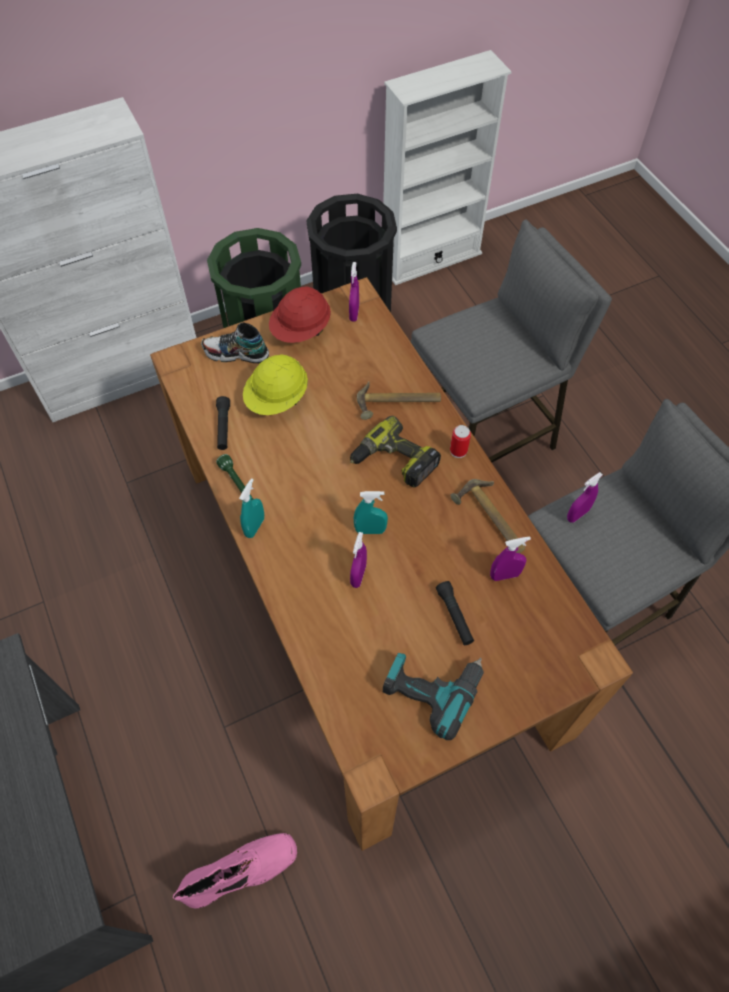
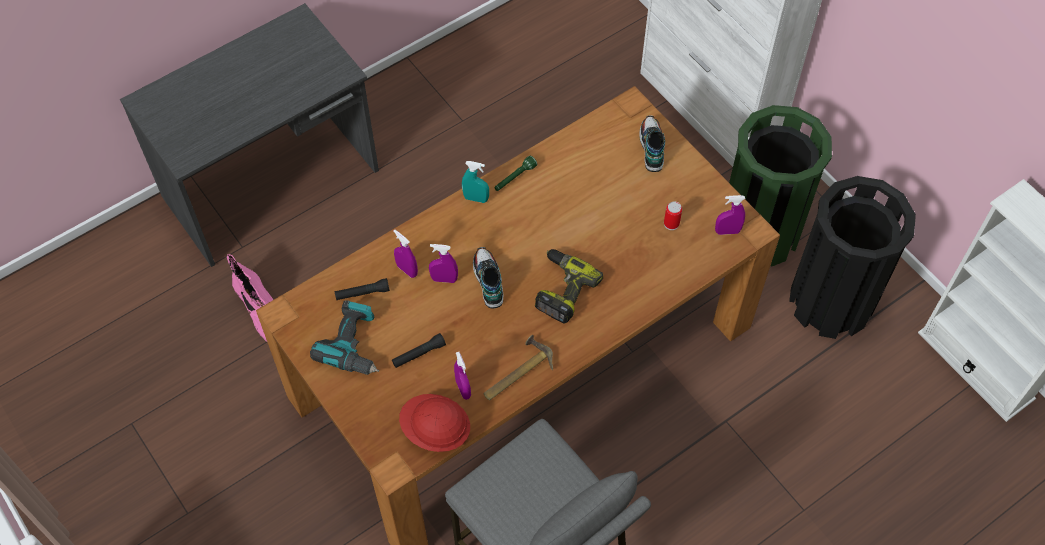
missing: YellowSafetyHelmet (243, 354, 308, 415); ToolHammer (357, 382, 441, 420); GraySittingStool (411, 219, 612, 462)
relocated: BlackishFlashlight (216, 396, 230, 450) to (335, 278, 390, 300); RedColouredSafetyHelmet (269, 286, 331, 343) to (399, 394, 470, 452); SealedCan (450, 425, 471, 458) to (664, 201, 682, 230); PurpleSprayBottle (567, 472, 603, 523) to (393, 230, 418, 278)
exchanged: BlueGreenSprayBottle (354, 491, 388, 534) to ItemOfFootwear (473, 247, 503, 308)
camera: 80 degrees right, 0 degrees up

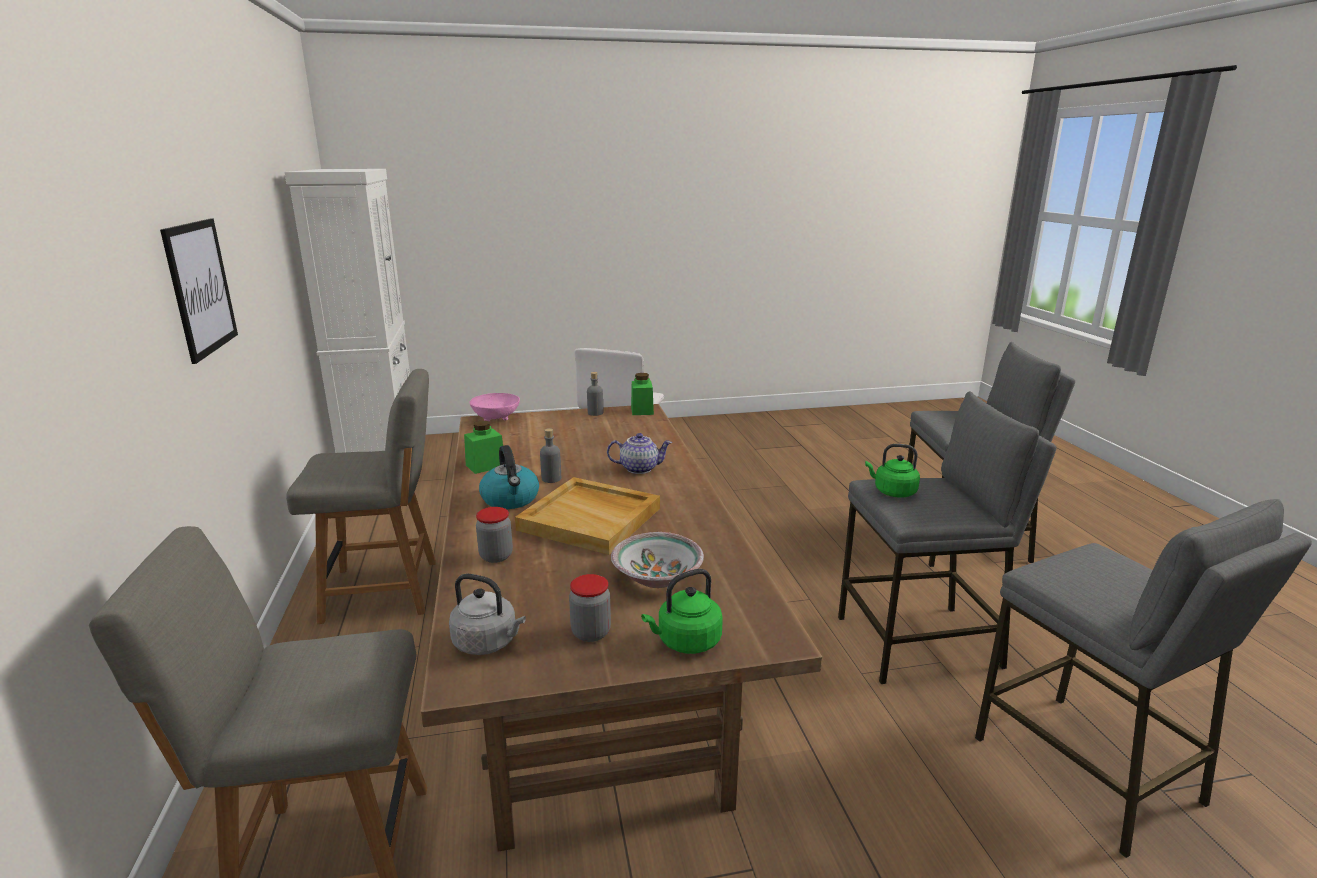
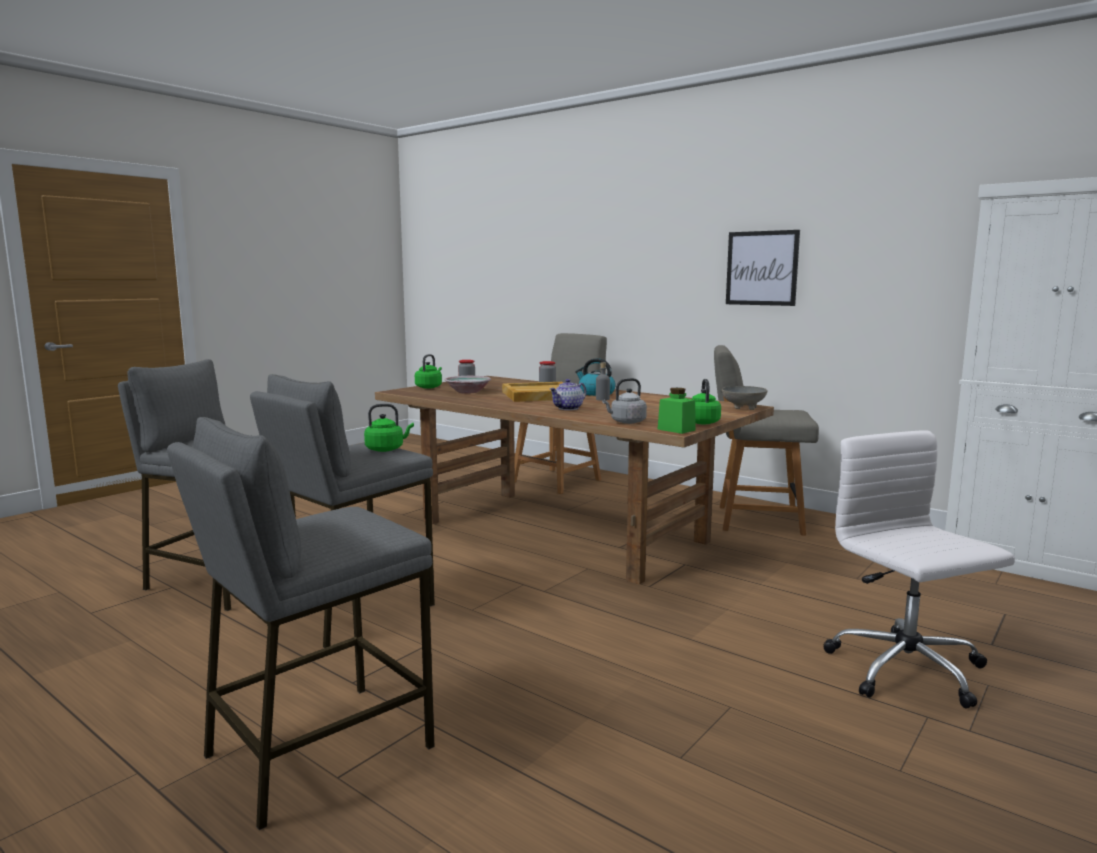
missing: GreenColouredJar (464, 420, 503, 474)
relocated: GrayWaterKettle (449, 574, 526, 655) to (602, 378, 647, 424)
exchanged: GrayDrinkBottle (587, 372, 603, 416) to GreenColouredWaterKettle (692, 379, 721, 424)
colour: PinkBowl (469, 393, 520, 422) to GrayBowl (722, 386, 768, 410)
spun: GrayPlainChair (286, 369, 436, 624) = (714, 345, 819, 536) 60 degrees clockwise
camera: 140 degrees right, 10 degrees down

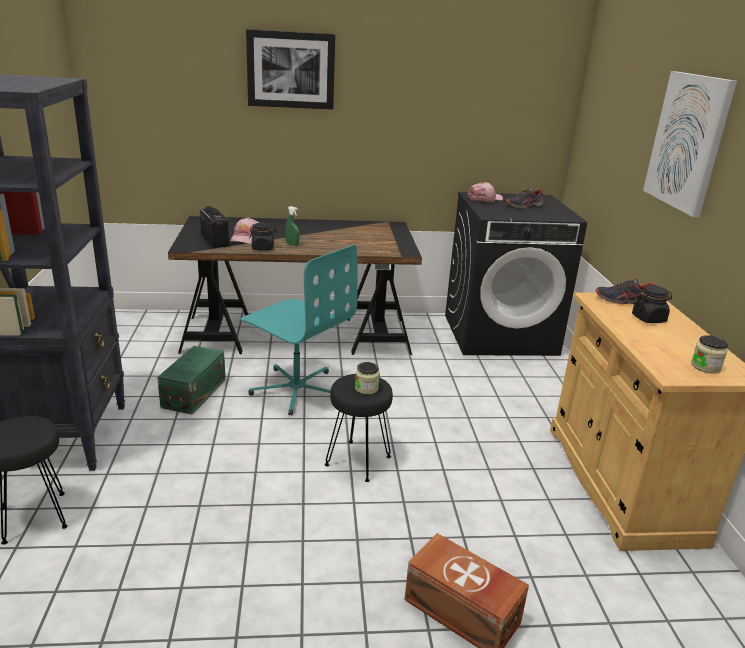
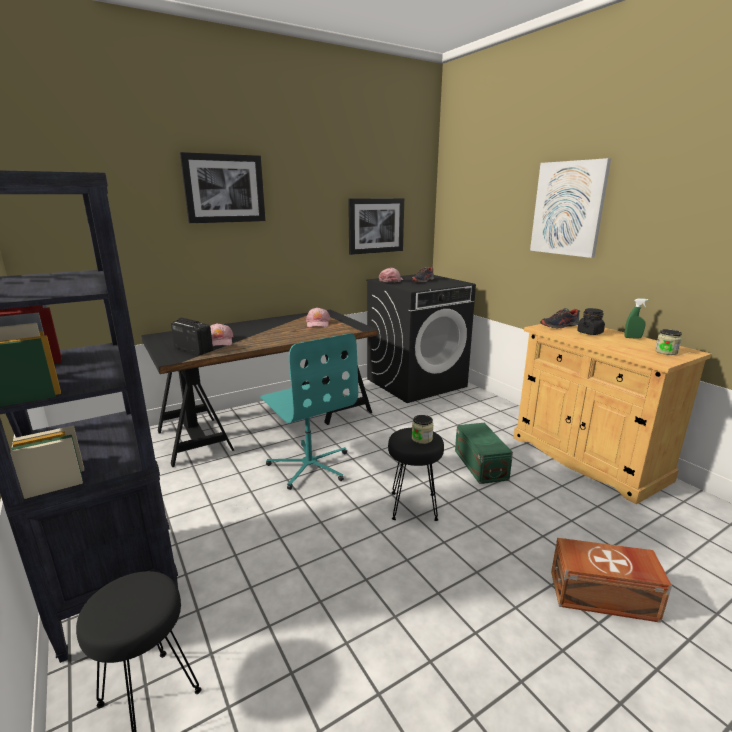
missing: BlackishJar (249, 223, 277, 251)
appeared: PinkPeakedCap (306, 307, 330, 327); WallPicture (348, 198, 404, 255)
relocated: GreenColouredStorageBox (157, 346, 226, 415) to (455, 423, 513, 484); GreenColouredSprayBottle (285, 206, 299, 246) to (624, 299, 648, 339)
spun: BlueGreenComputerChair (240, 245, 358, 416) = (260, 333, 358, 490) 45 degrees clockwise
camera: 25 degrees left, 5 degrees down

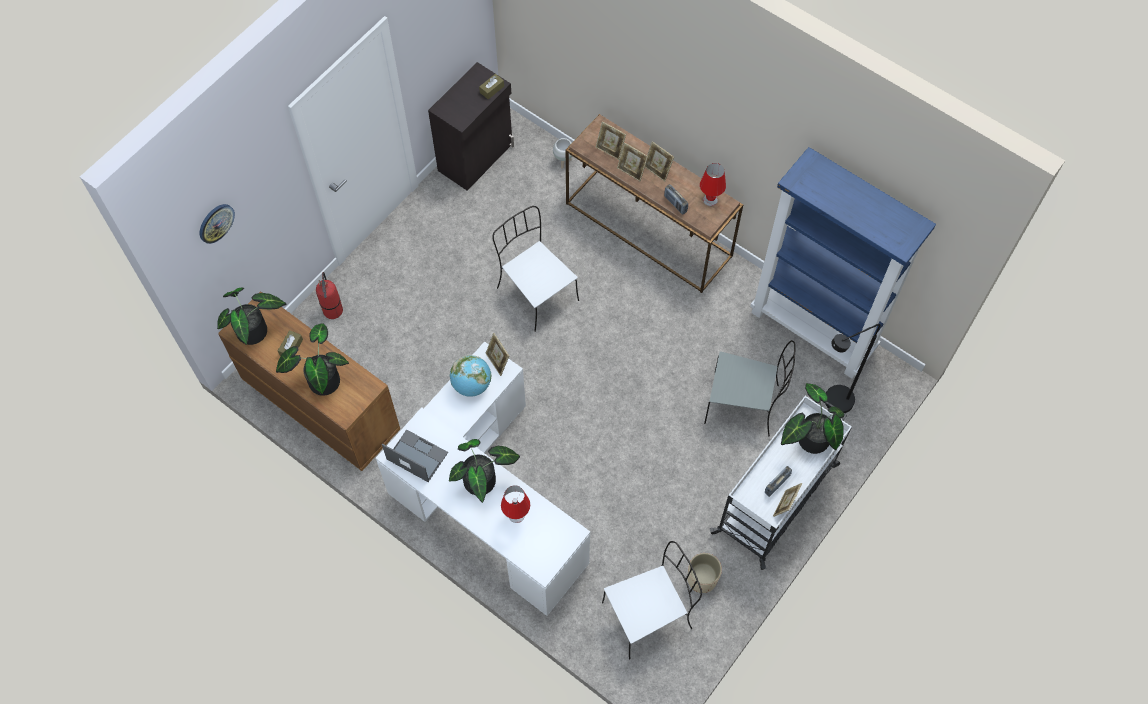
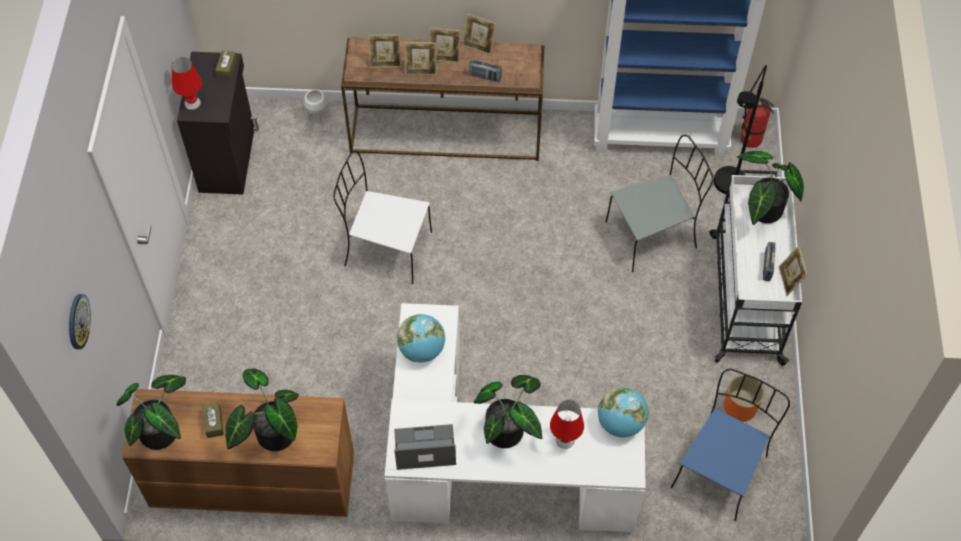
appeared: WorldGlobe (598, 387, 649, 437)
relocated: FireExtinguisher (316, 272, 343, 319) to (741, 97, 775, 148); PhotoFrame (486, 333, 509, 376) to (462, 14, 496, 55); RedColouredTabletopLamp (700, 163, 726, 206) to (172, 57, 202, 110)
colour: WhiteColouredPlainChair (602, 541, 702, 659) to BluePlainChair (671, 369, 790, 521); SandColouredPlanter (687, 553, 722, 593) to OrangeyPlanter (724, 374, 765, 422)
camera: 35 degrees left, 5 degrees down

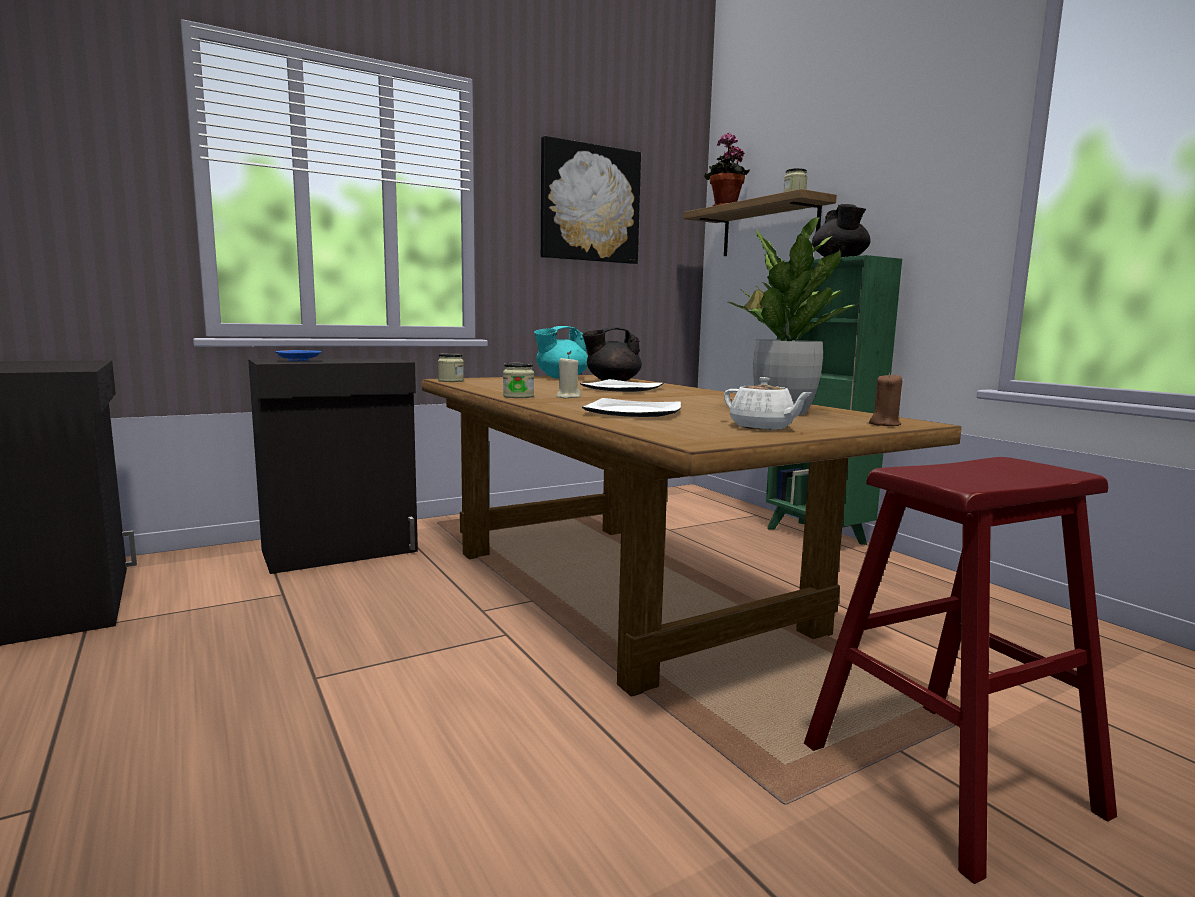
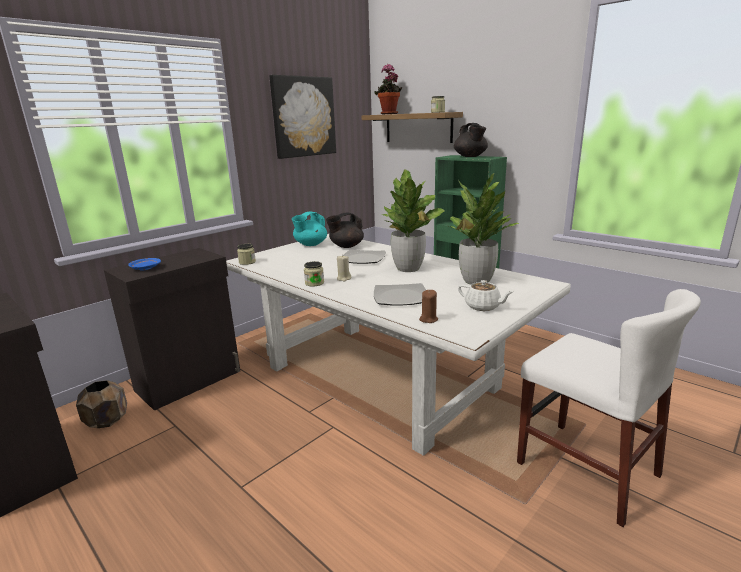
appeared: BrownishPlanter (76, 380, 127, 428); Houseplant (382, 169, 445, 272)
relocated: BrownishCandle (869, 372, 902, 426) to (419, 290, 438, 323)
exchanged: RedColouredSittingStool (804, 457, 1117, 884) to WhiteColouredPlainChair (517, 289, 701, 527)
colour: BrownishKitchenTable (422, 375, 962, 697) to WhiteColouredKitchenTable (226, 234, 571, 456)
camera: 15 degrees left, 10 degrees up

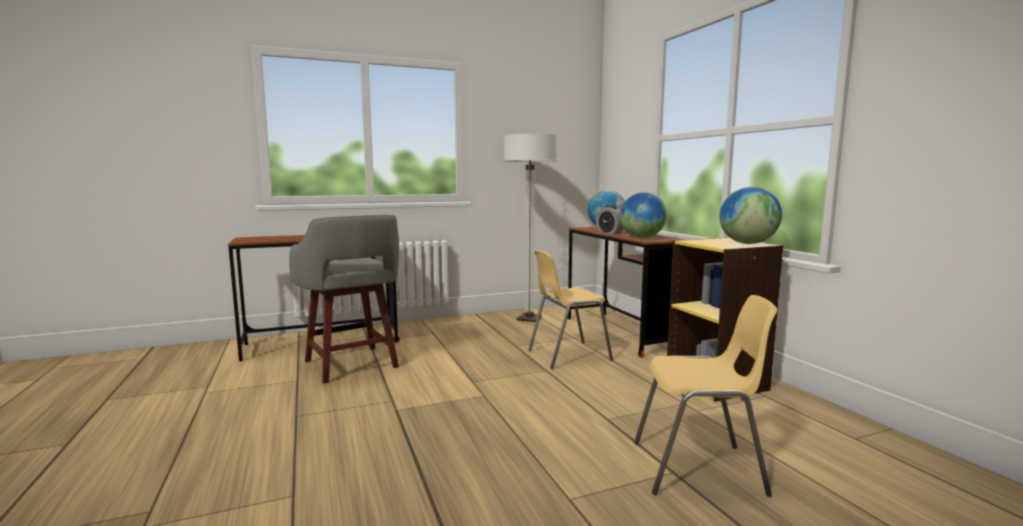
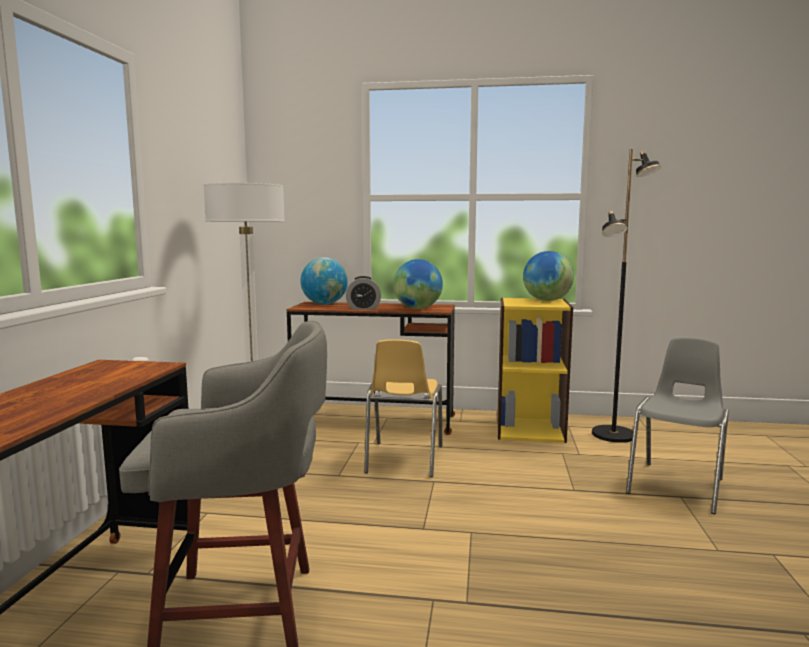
appeared: BlackishFloorLamp (592, 149, 661, 443)
colour: YellowPlainChair (634, 295, 777, 497) to GrayPlainChair (626, 338, 729, 514)
camera: 60 degrees left, 0 degrees up

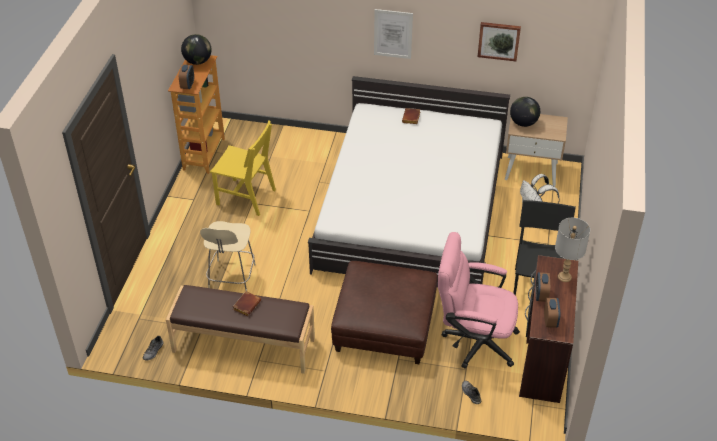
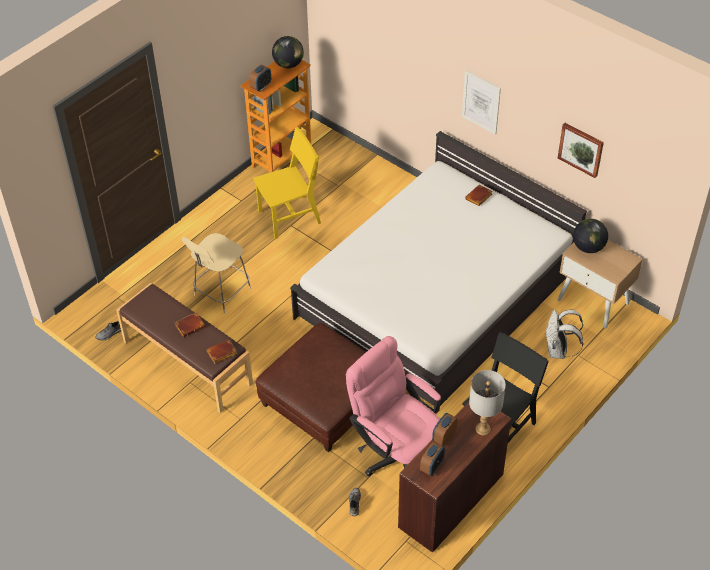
appeared: BrownishVolume (206, 339, 237, 364)
spun: YellowPlainChair (210, 120, 276, 216) = (253, 127, 321, 239) 75 degrees counterclockwise
camera: 30 degrees right, 5 degrees up

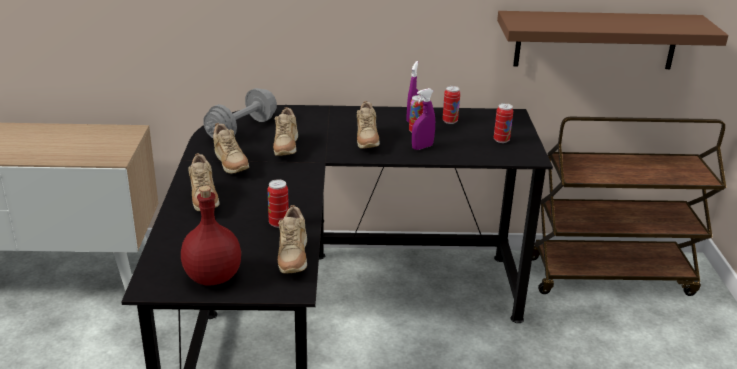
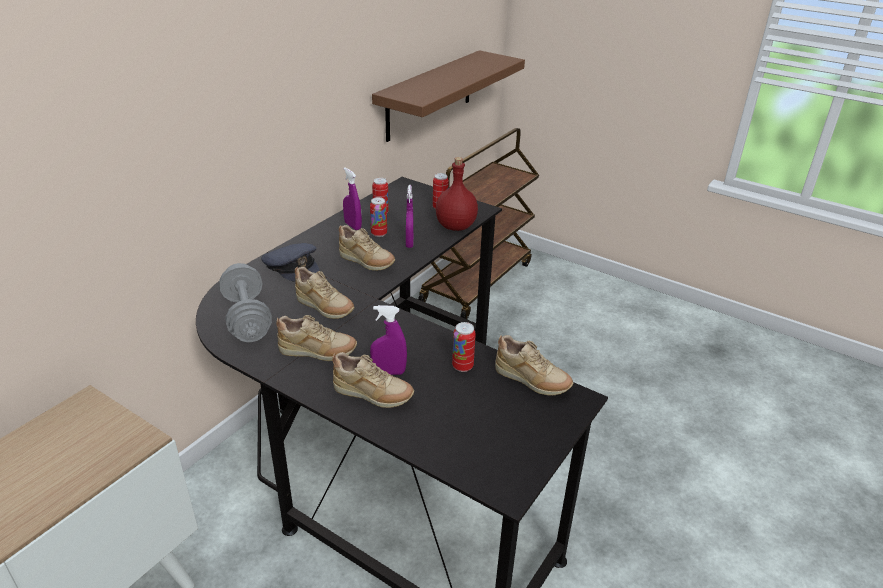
appeared: GrayPeakedCap (261, 243, 319, 281); PurpleSprayBottle (370, 305, 407, 375)
relocated: RedColouredDrinkBottle (181, 186, 241, 285) to (436, 157, 478, 231)
camera: 55 degrees left, 5 degrees up

